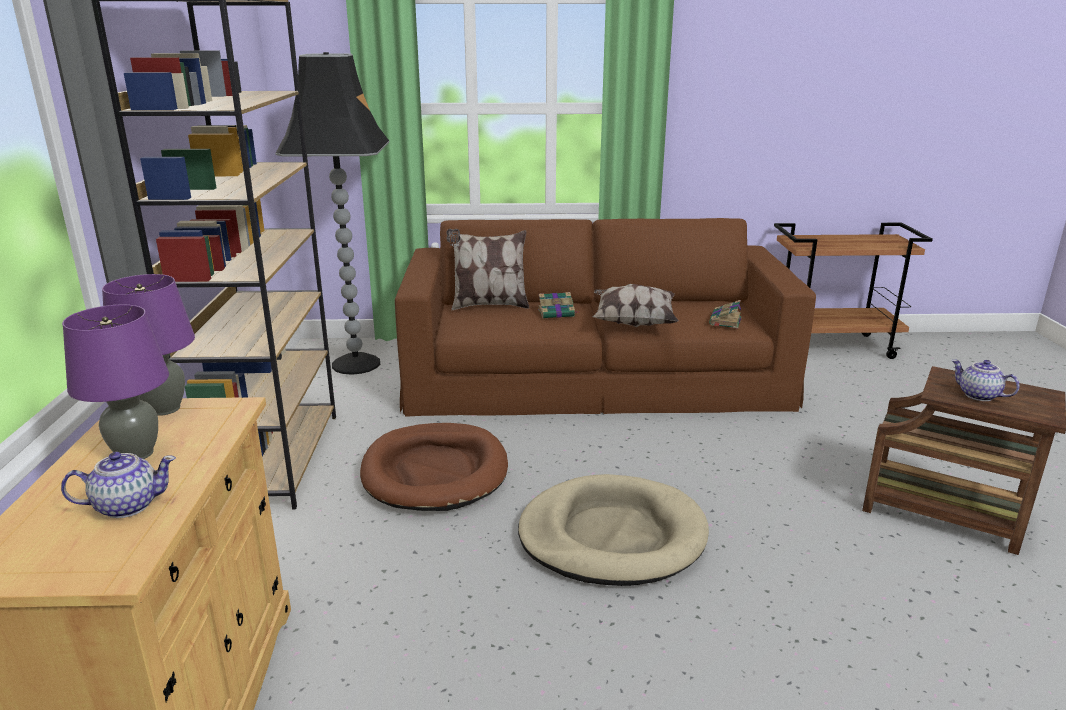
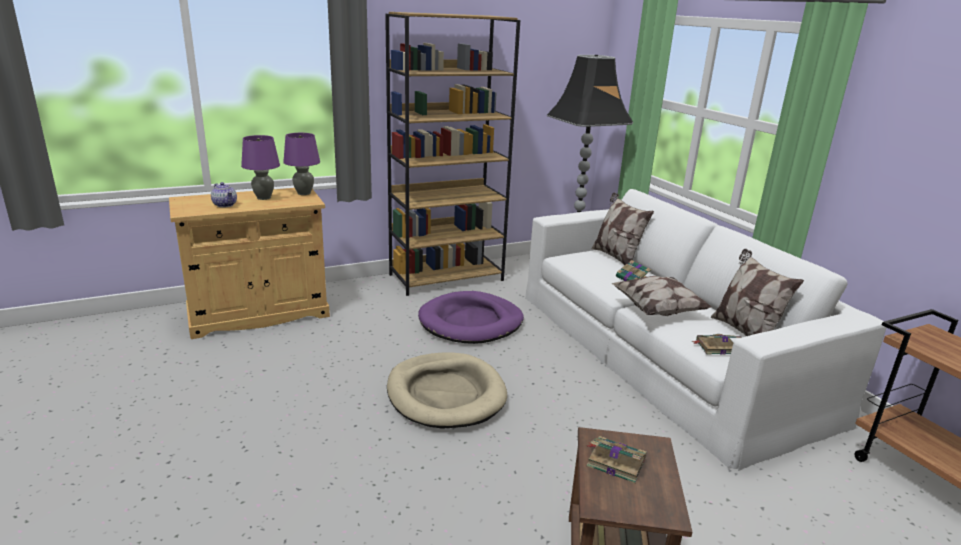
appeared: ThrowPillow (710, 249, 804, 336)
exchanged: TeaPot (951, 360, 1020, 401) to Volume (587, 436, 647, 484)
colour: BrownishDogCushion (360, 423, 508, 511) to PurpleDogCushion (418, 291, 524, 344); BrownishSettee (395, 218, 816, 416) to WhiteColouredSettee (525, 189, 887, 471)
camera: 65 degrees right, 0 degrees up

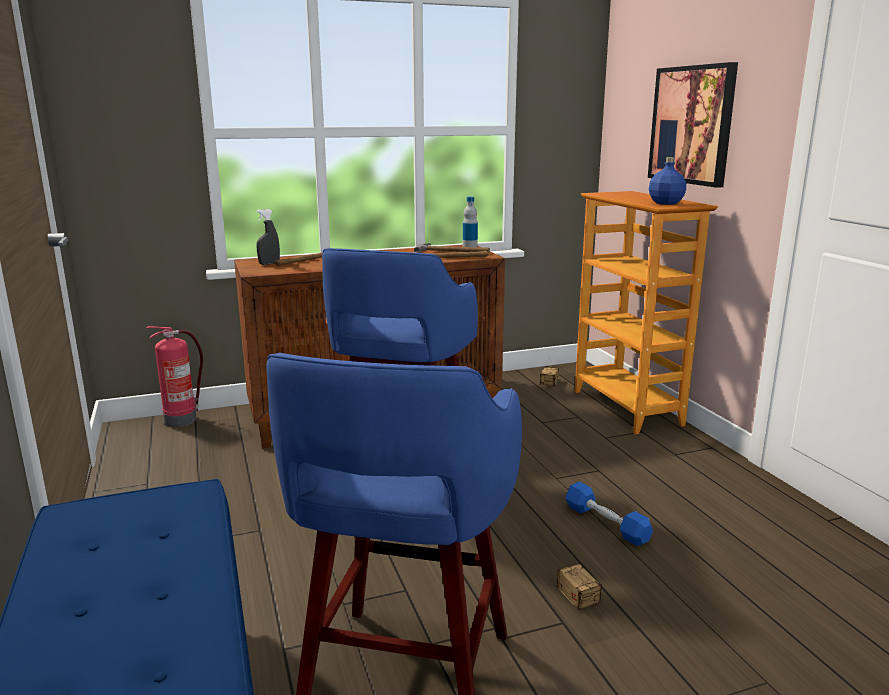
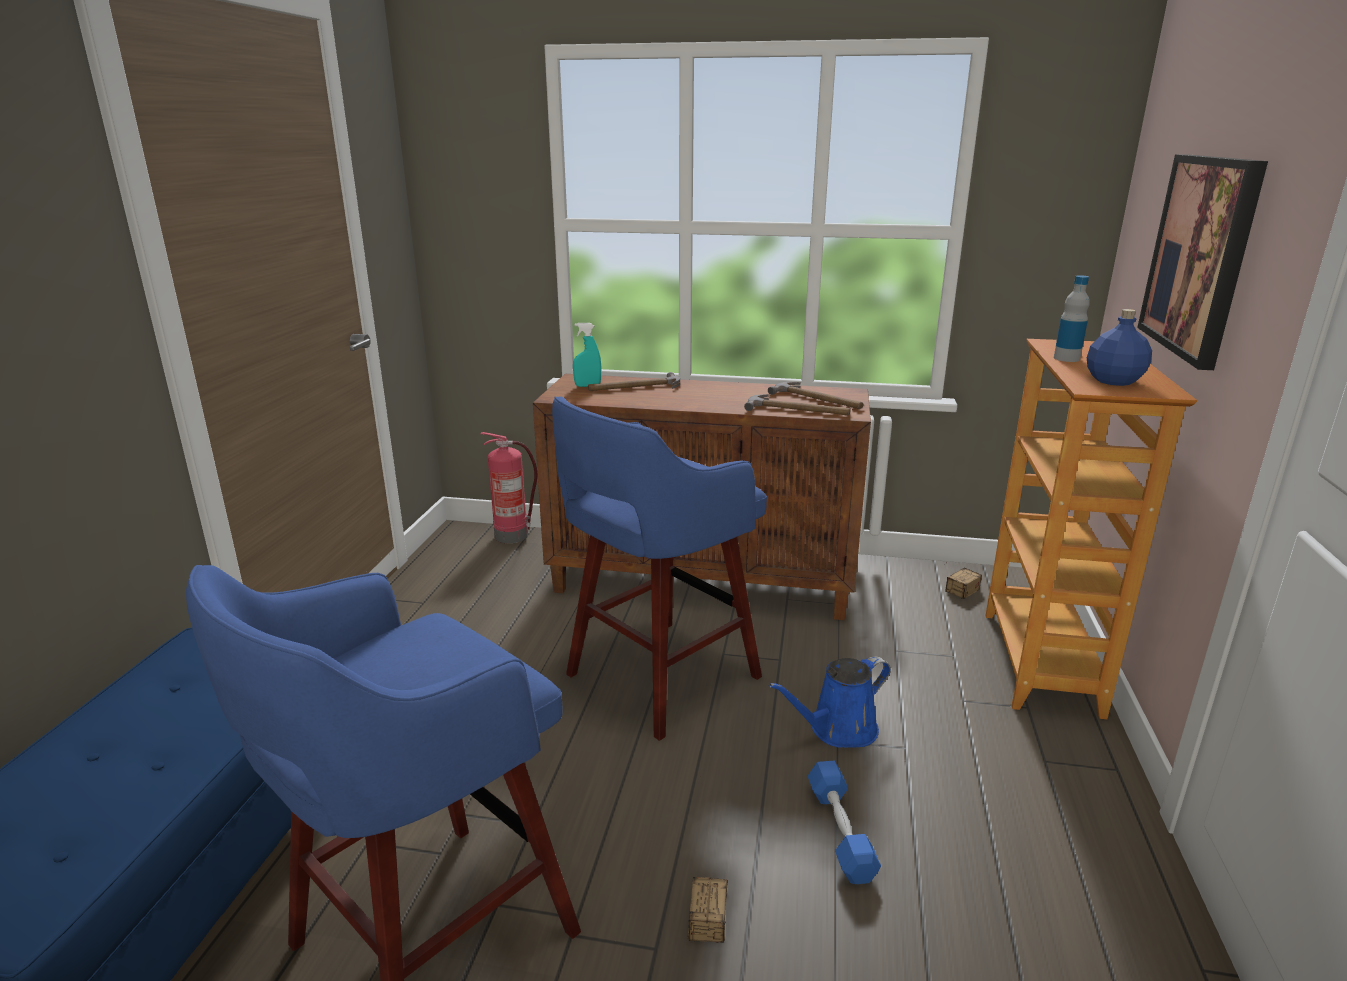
appeared: BlueWateringCan (769, 656, 891, 748)
relocated: DrinkBottle (463, 197, 478, 247) to (1054, 275, 1090, 362)
colour: GraySprayBottle (256, 209, 280, 265) to BlueGreenSprayBottle (573, 323, 601, 387)
camera: 30 degrees right, 5 degrees up

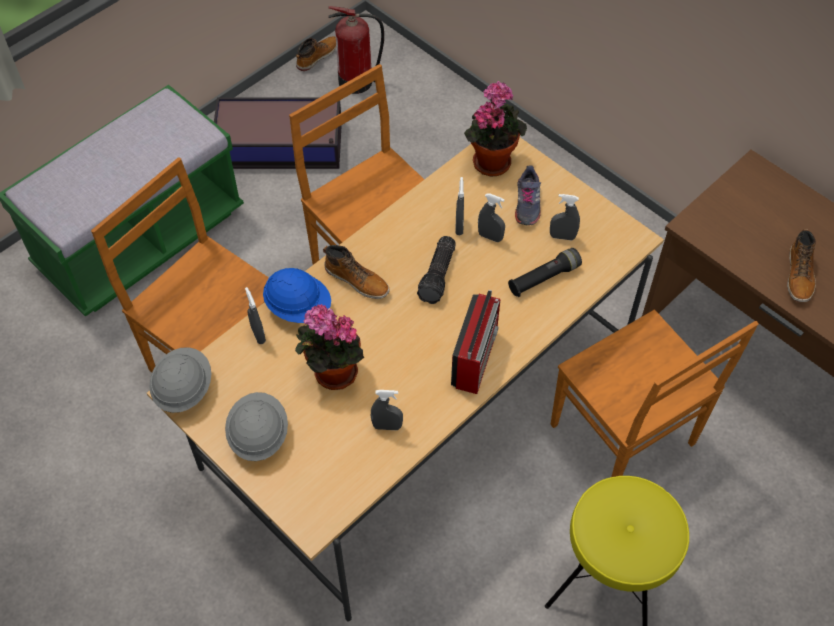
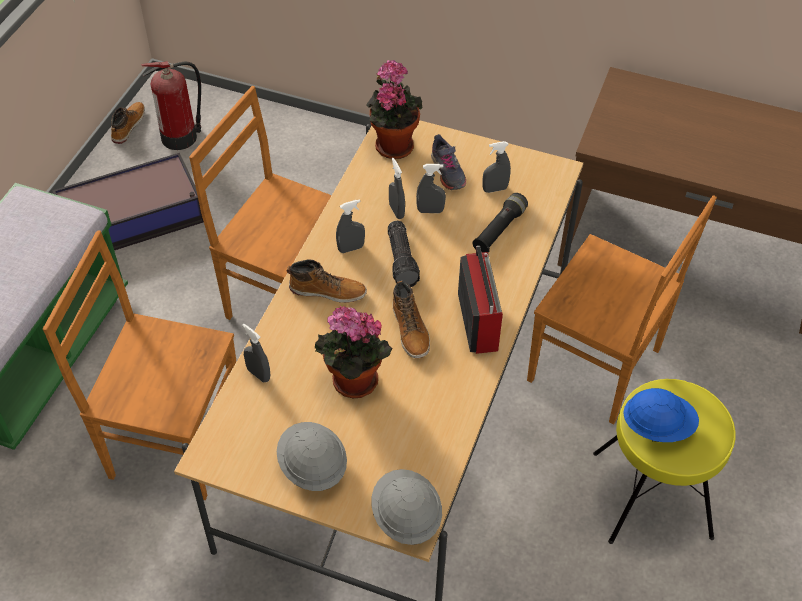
relocated: GraySafetyHelmet (149, 347, 212, 413) to (371, 469, 442, 545); BlueSafetyHelmet (263, 268, 331, 323) to (623, 388, 699, 442); GraySprayBottle (371, 390, 403, 430) to (336, 199, 365, 253); HighTopBoot (787, 229, 816, 302) to (392, 281, 430, 358)
camera: 25 degrees left, 5 degrees down

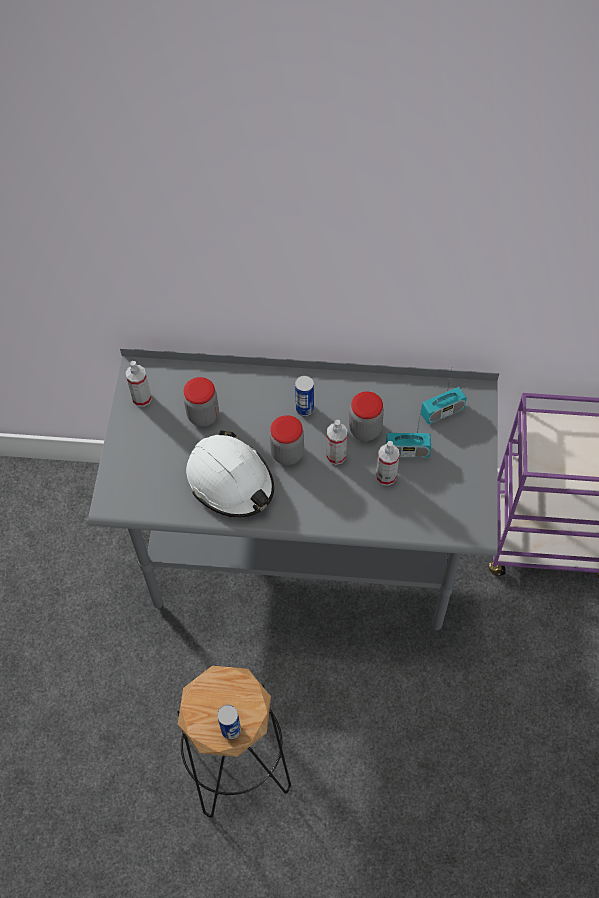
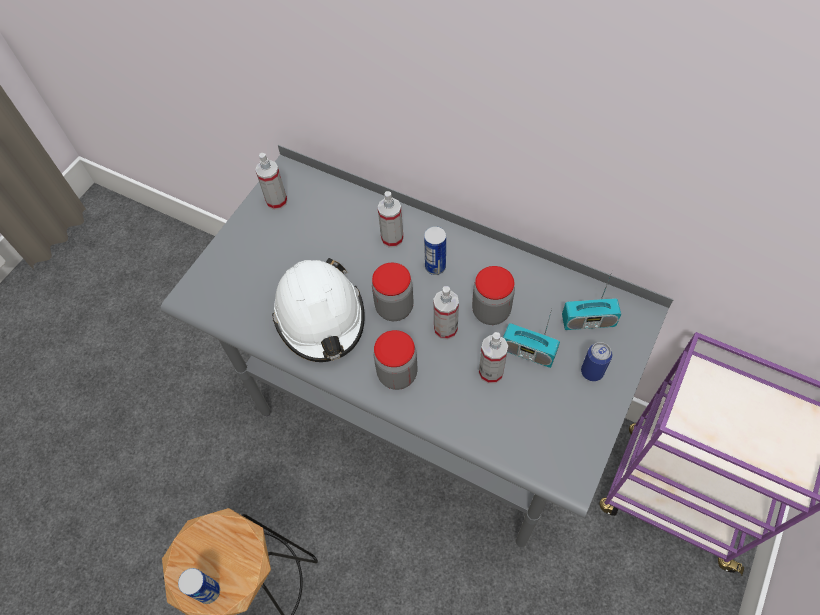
appeared: SprayBottle (377, 191, 404, 248); SealedCan (581, 342, 612, 381)
relocated: Jar (183, 377, 219, 427) to (374, 330, 417, 390)
camera: 25 degrees right, 0 degrees up

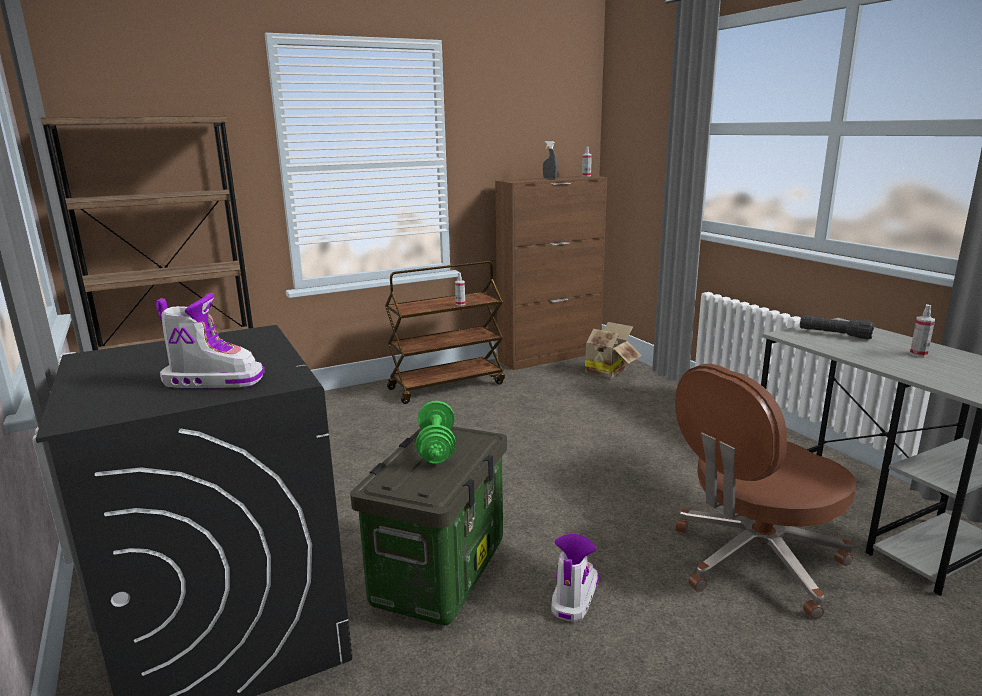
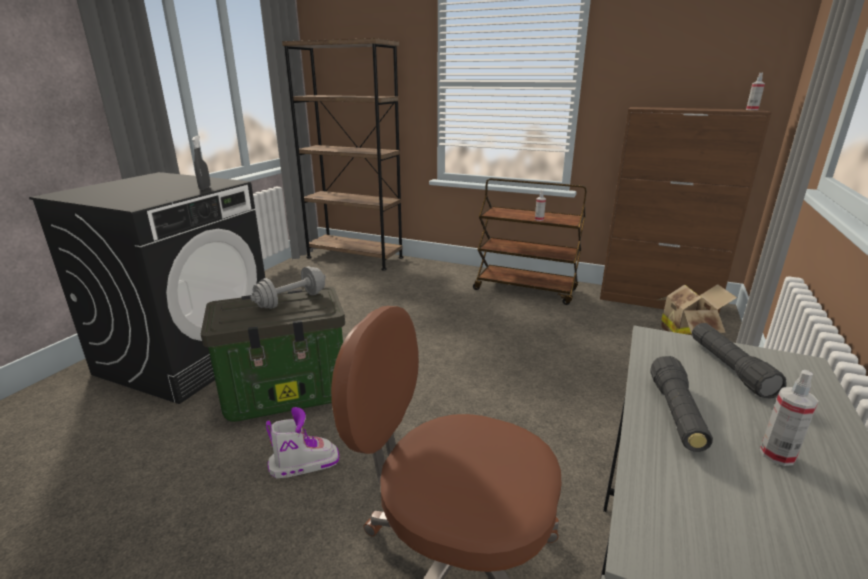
missing: HighTopBoot (156, 293, 264, 388)
appeared: BlackishFlashlight (650, 356, 713, 452)
relocated: GraySprayBottle (543, 141, 557, 179) to (192, 136, 211, 190)
colour: GreenColouredDumbbell (416, 401, 456, 464) to GrayDumbbell (250, 266, 326, 309)
camera: 50 degrees right, 5 degrees up

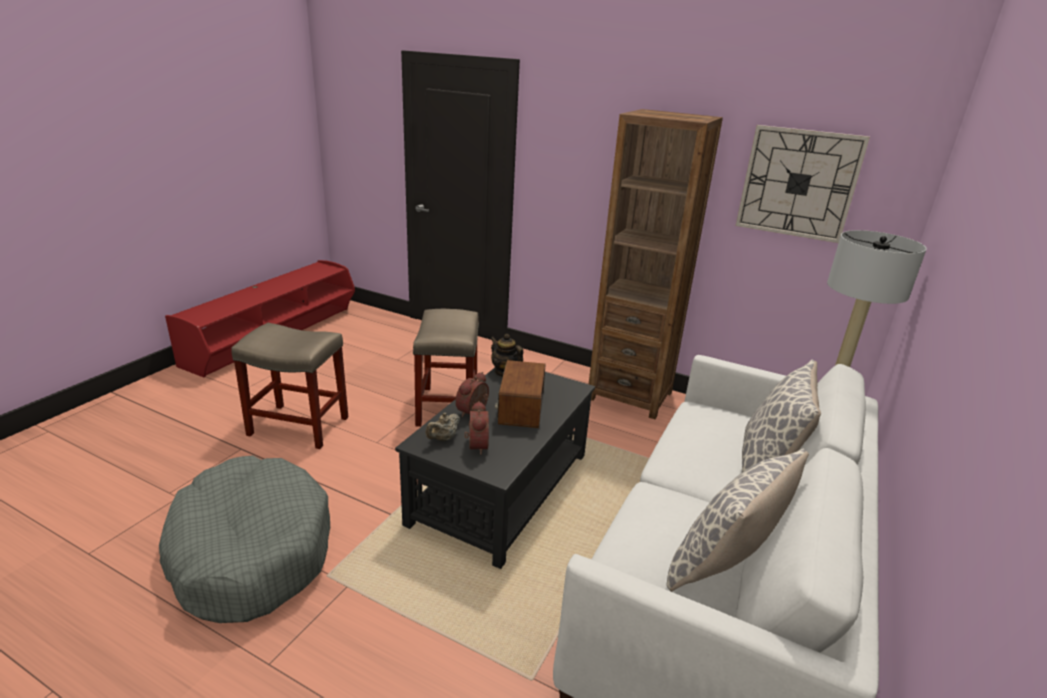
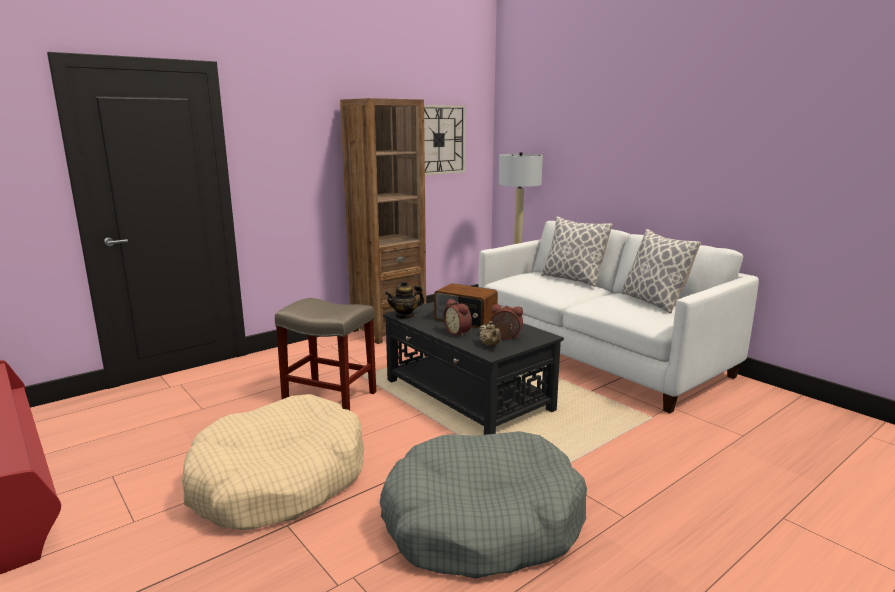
exchanged: SandColouredSittingStool (231, 323, 348, 449) to SandColouredDogCushion (182, 394, 364, 530)
camera: 65 degrees left, 10 degrees down

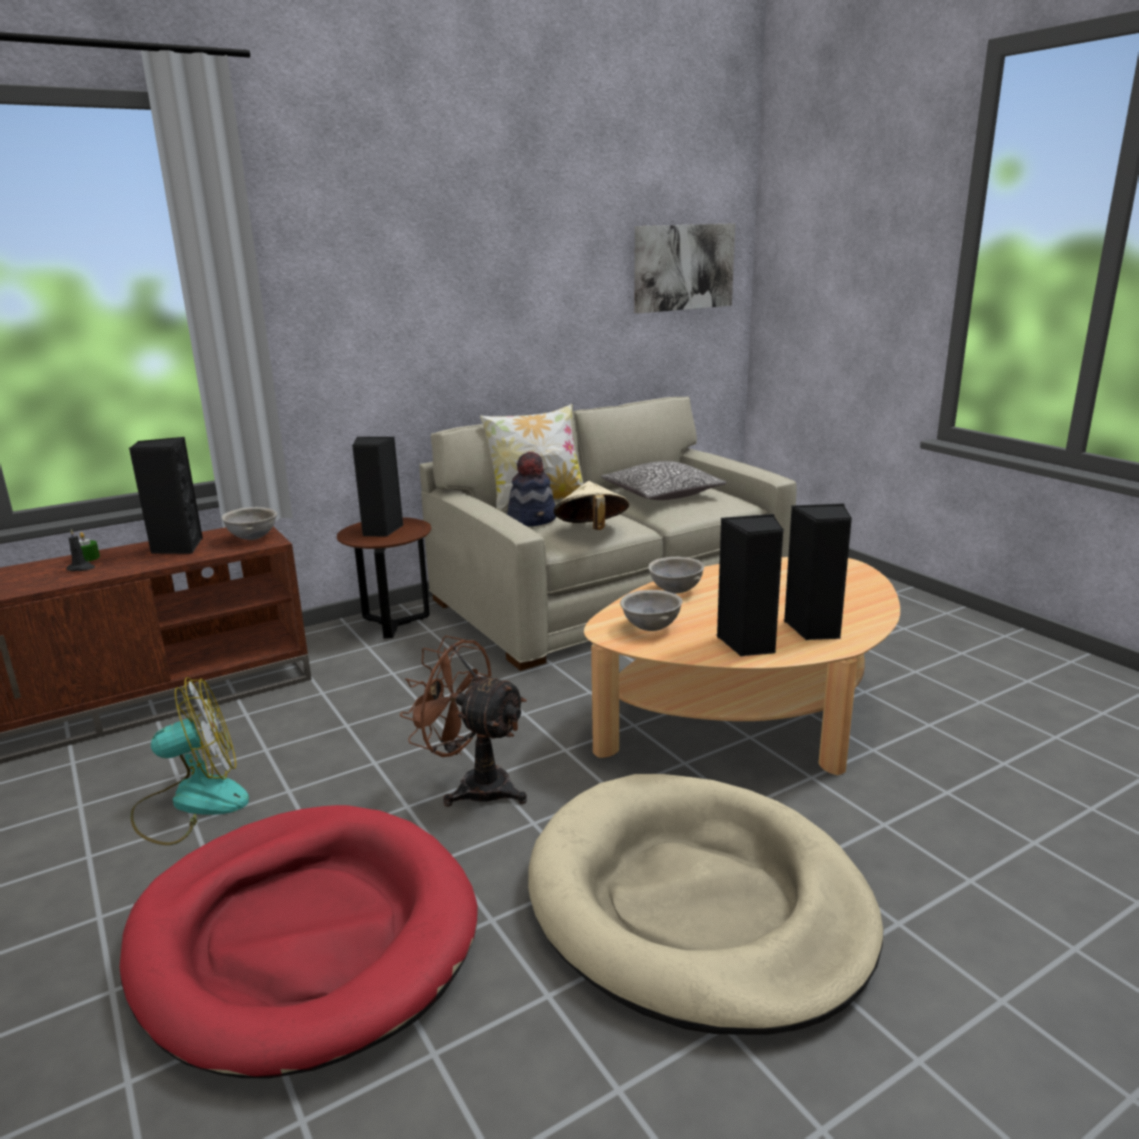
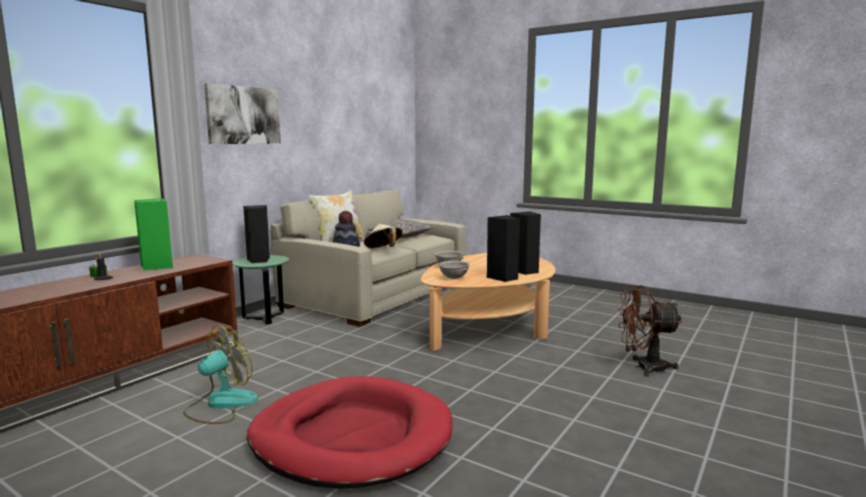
missing: GrayBowl (222, 507, 277, 540); SandColouredDogCushion (528, 774, 883, 1035)
relocated: BrownishCoolingFan (400, 636, 527, 807) to (618, 285, 682, 377); WallPicture (634, 223, 735, 313) to (204, 83, 281, 144)
colour: BlackishSpeaker (129, 437, 203, 554) to GreenColouredSpeaker (134, 198, 173, 270); BrownishAccentTable (337, 517, 431, 639) to GreenColouredAccentTable (233, 255, 289, 324)
camera: 25 degrees left, 10 degrees down

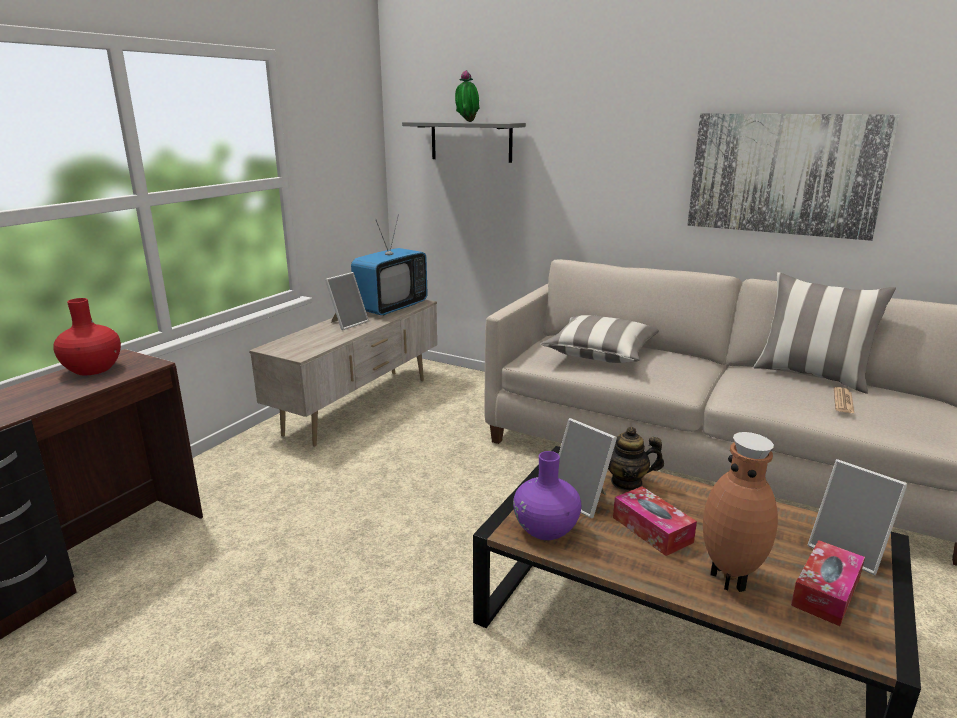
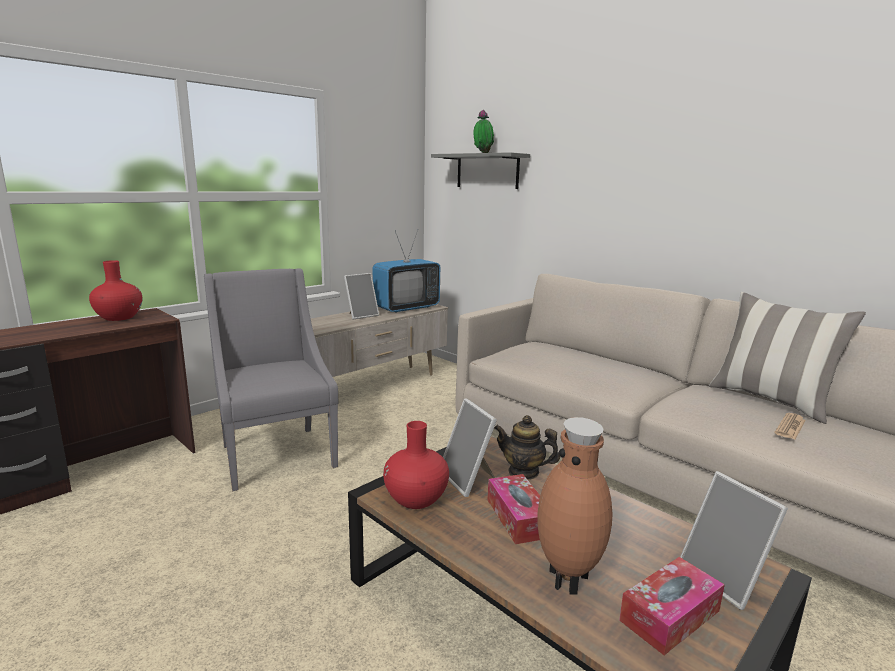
missing: ThrowPillow (541, 315, 659, 363); WallPicture (687, 113, 899, 241)
appeared: GrayEasyChair (204, 269, 338, 491)
colour: PurpleVase (513, 451, 581, 540) to RedColouredVase (383, 421, 449, 509)
camera: 15 degrees right, 5 degrees down

